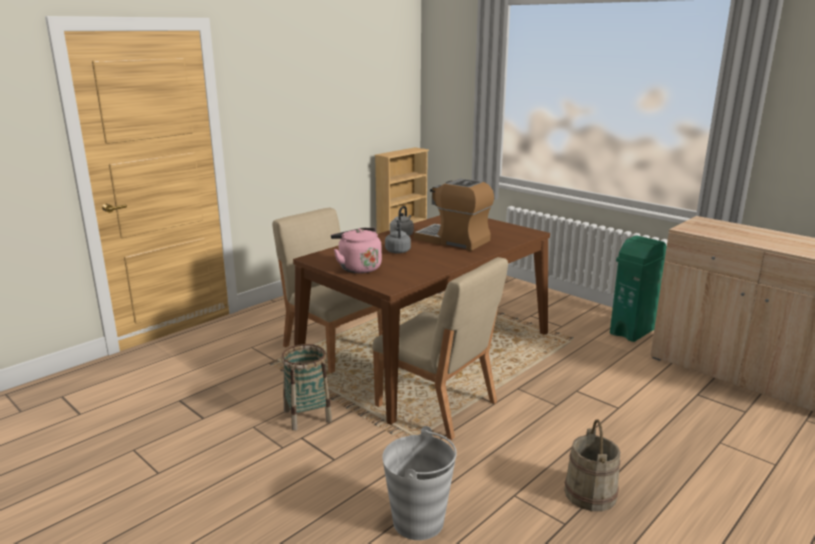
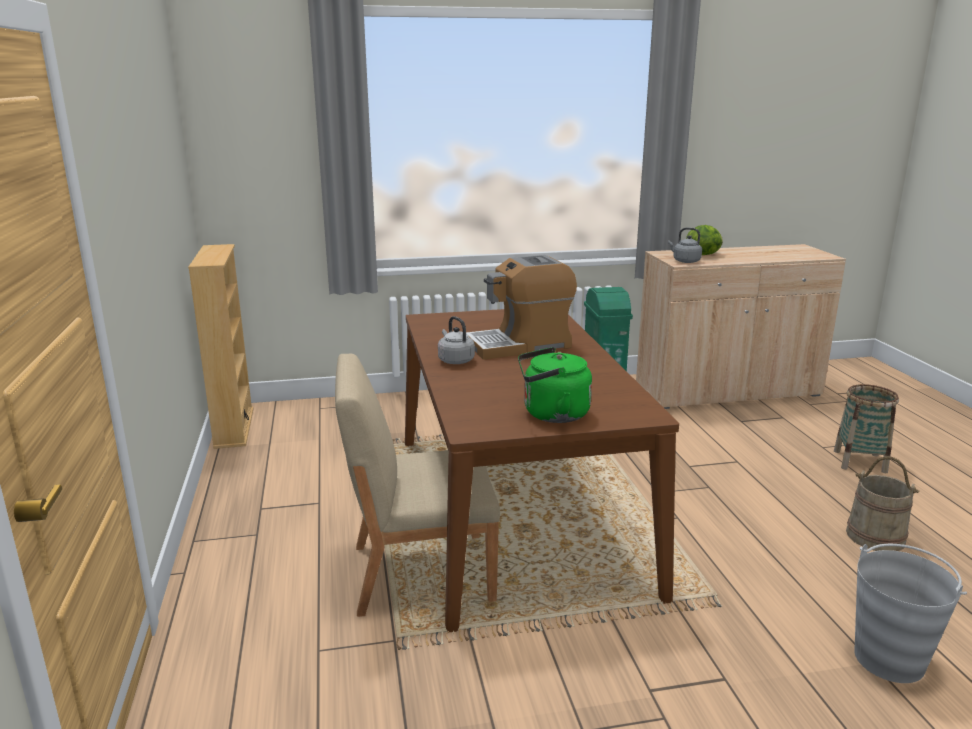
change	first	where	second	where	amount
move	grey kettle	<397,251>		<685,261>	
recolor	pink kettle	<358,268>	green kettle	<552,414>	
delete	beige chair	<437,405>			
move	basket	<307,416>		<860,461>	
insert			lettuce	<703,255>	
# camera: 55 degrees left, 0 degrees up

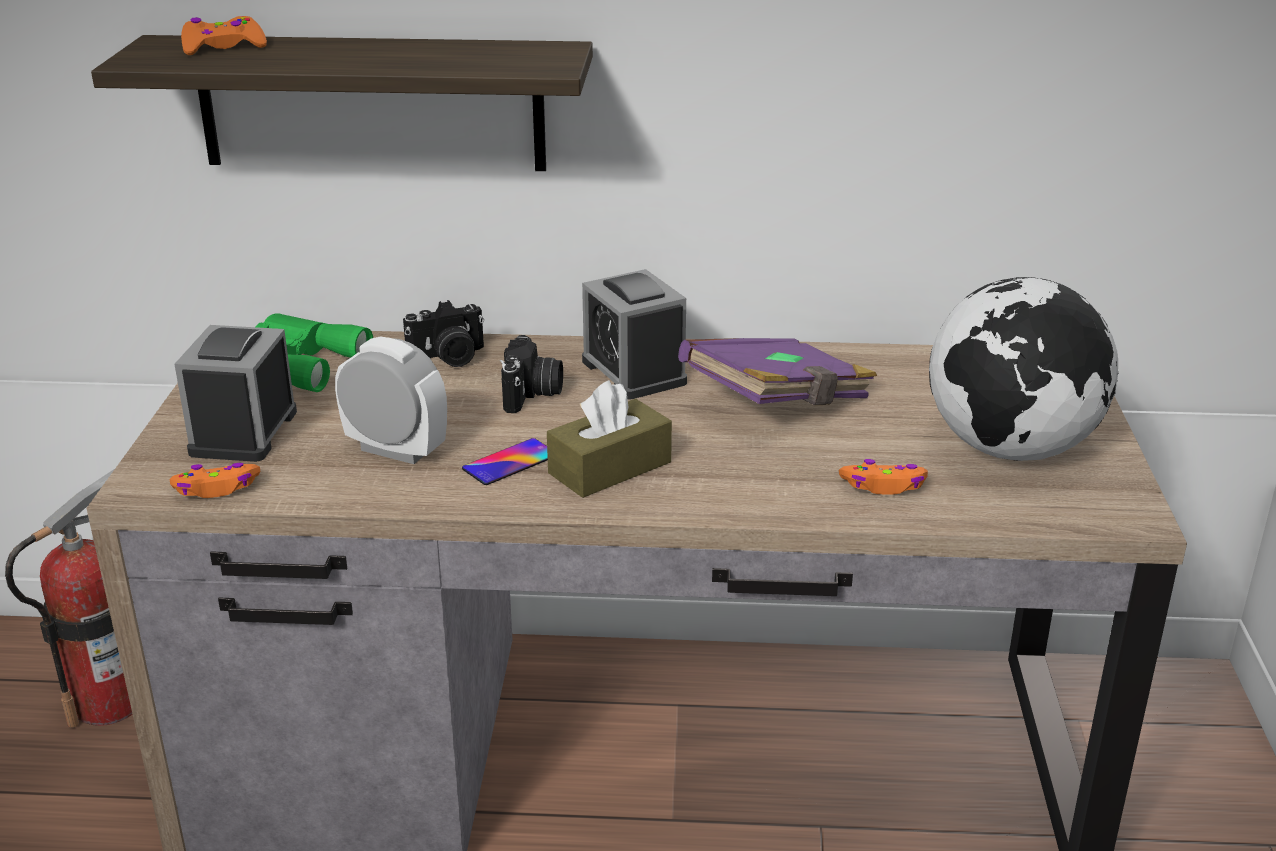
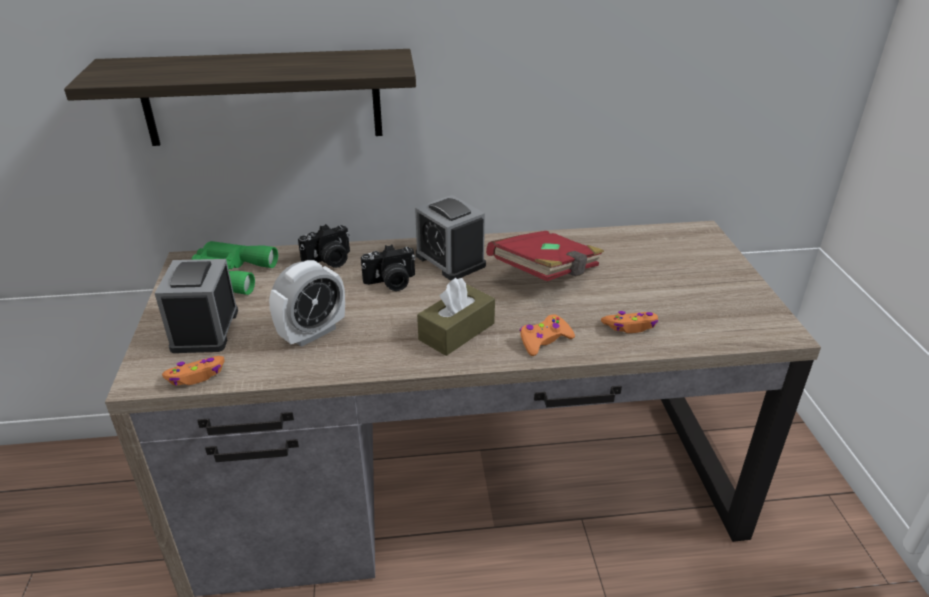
change	first	where	second	where	amount
move	orange game controller	<223,47>		<544,340>	
delete	globe	<1011,449>			
rotate	photo camera	<532,395>		<391,283>	75 degrees clockwise
rotate	alarm clock	<395,450>		<312,333>	120 degrees clockwise
recolor	purple book	<779,403>	red book	<546,274>	
delete	phone	<510,462>			
delete	fire extinguisher	<109,702>			
# camera: 10 degrees left, 5 degrees up

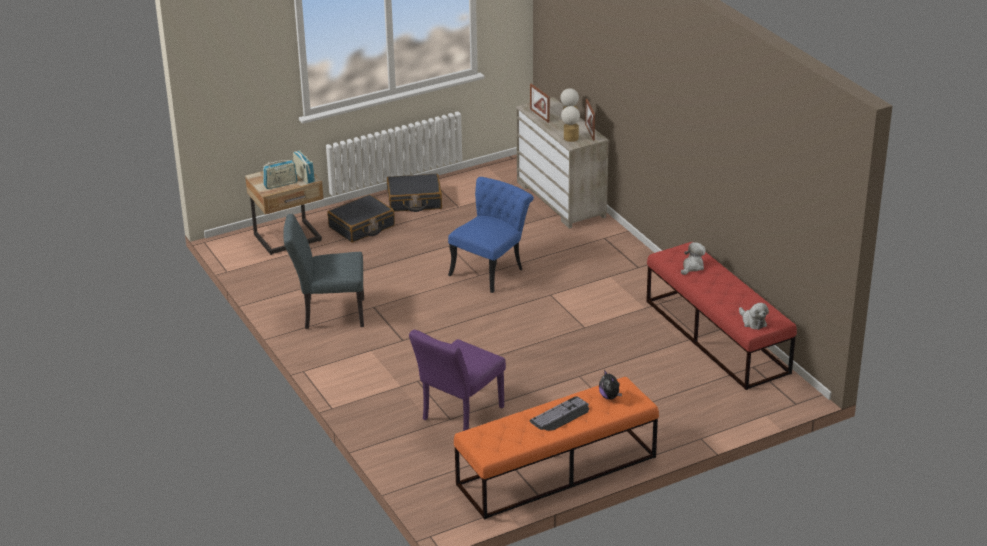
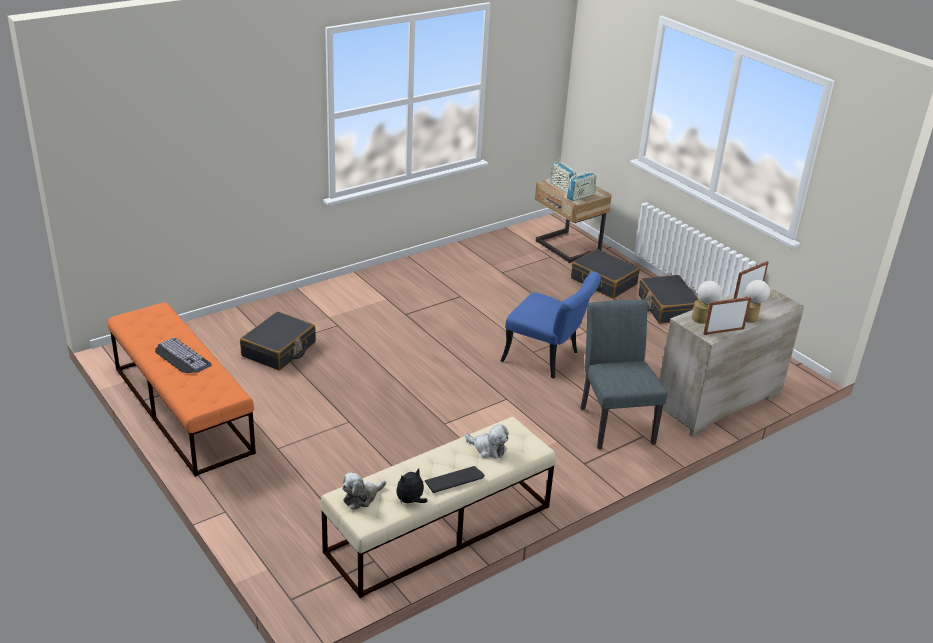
change	first	where	second	where	amount
move	grey chair	<328,314>		<614,421>	
recolor	red bench	<717,337>	beige bench	<439,529>	
replace	purple chair	<458,416>	black suitcase	<279,350>	
move	plush toy	<610,397>		<410,501>	
insert			keyboard	<454,480>	
# camera: 80 degrees right, 0 degrees up

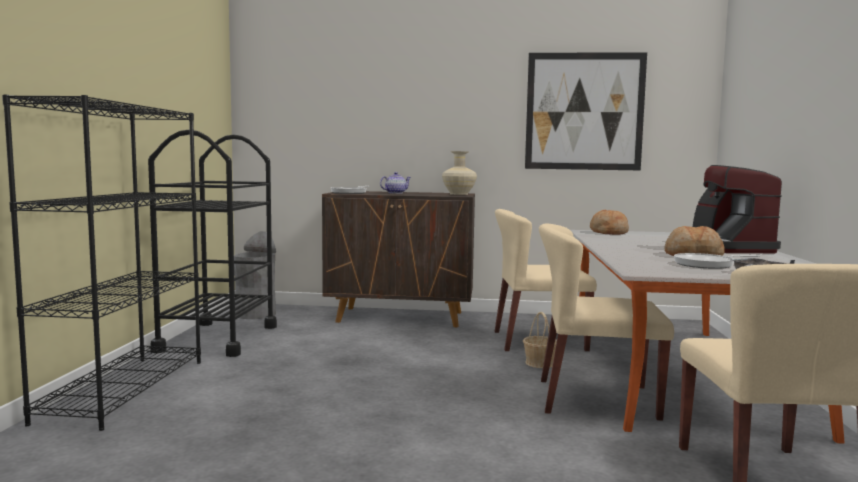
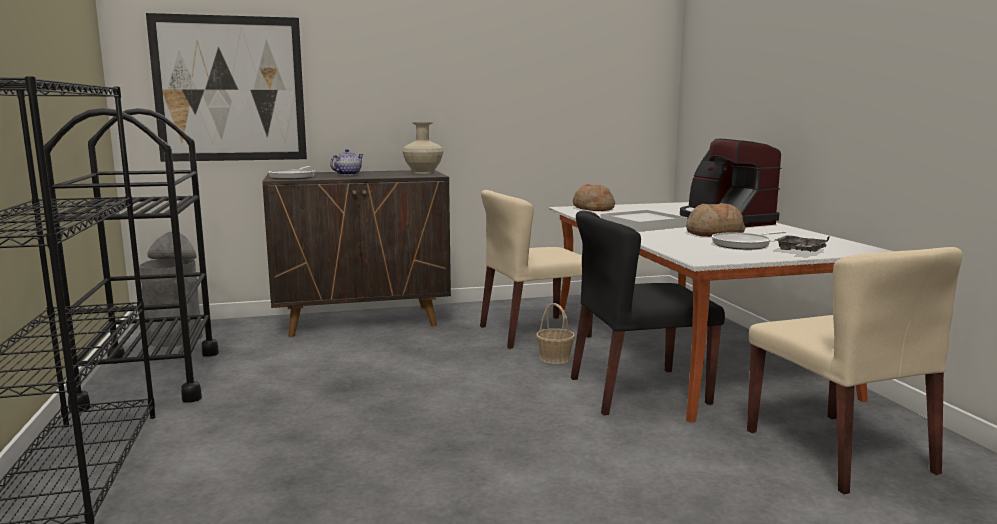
change	first	where	second	where	amount
move	picture	<584,111>		<230,89>	
recolor	beige chair	<595,399>	black chair	<637,391>	
insert			white tray	<642,224>	
# camera: 20 degrees left, 5 degrees up

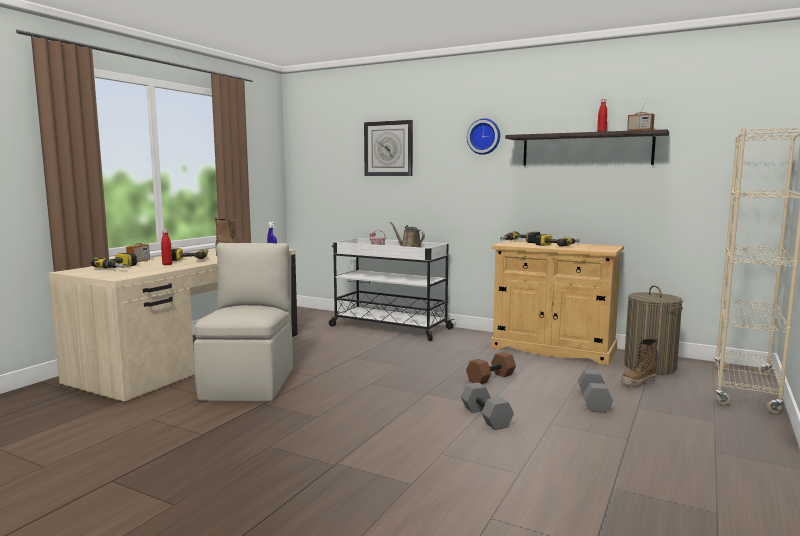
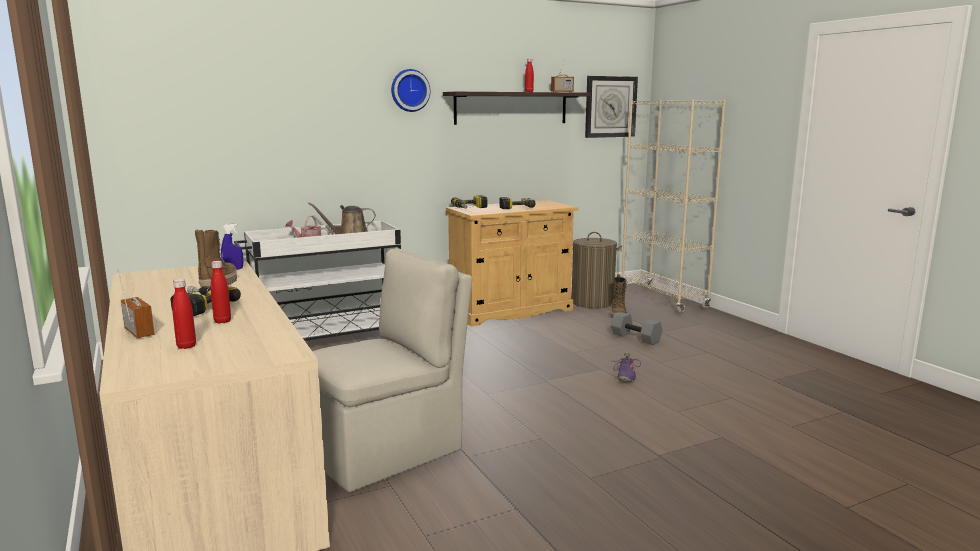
change	first	where	second	where	amount
move	wall clock	<388,148>		<610,107>	
rotate	beige chair	<250,383>		<387,450>	105 degrees clockwise
replace	power drill	<121,268>	red bottle	<186,346>	
delete	brown dumbbell	<490,378>			
replace	grey dumbbell	<487,417>	purple shoe	<625,376>	
# camera: 55 degrees left, 5 degrees up

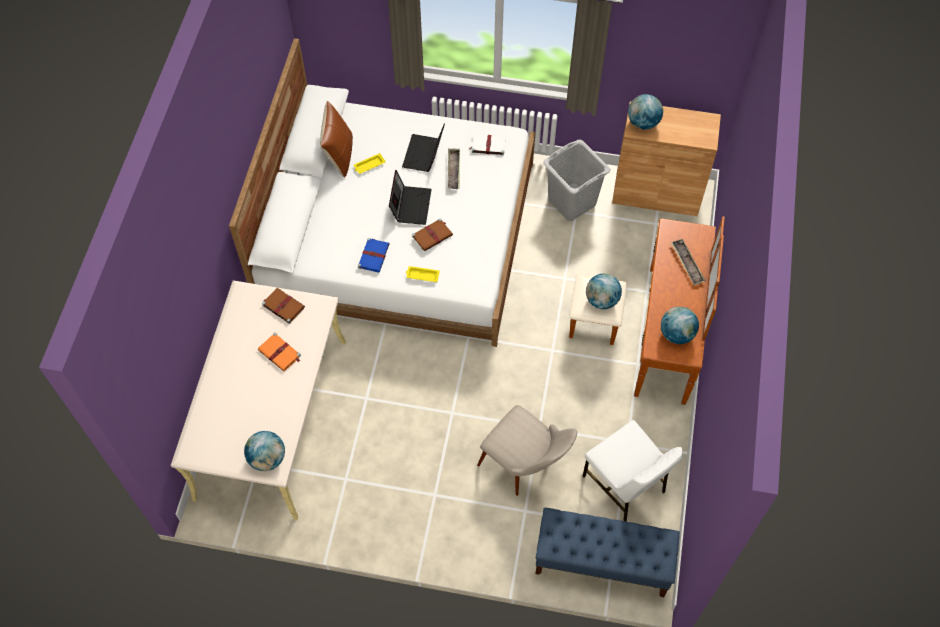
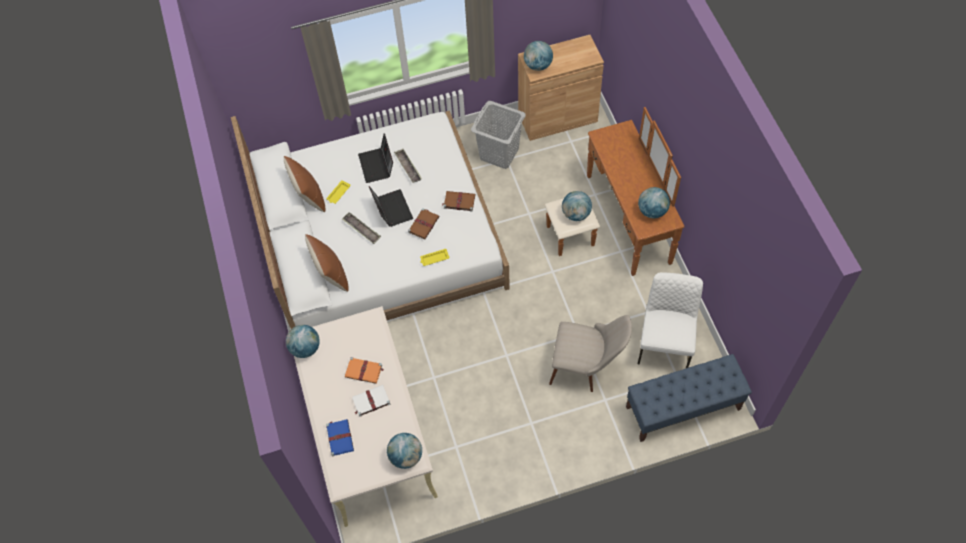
change	first	where	second	where	amount
move	white book	<488,145>		<370,401>	
move	blue book	<373,255>		<339,437>	
move	tray	<687,264>		<361,229>	
move	brown book	<283,306>		<458,201>	
rotate	white chair	<625,484>		<665,343>	105 degrees counterclockwise
insert			brown pillow	<331,274>	
insert			globe	<305,348>	
# camera: 25 degrees left, 0 degrees up

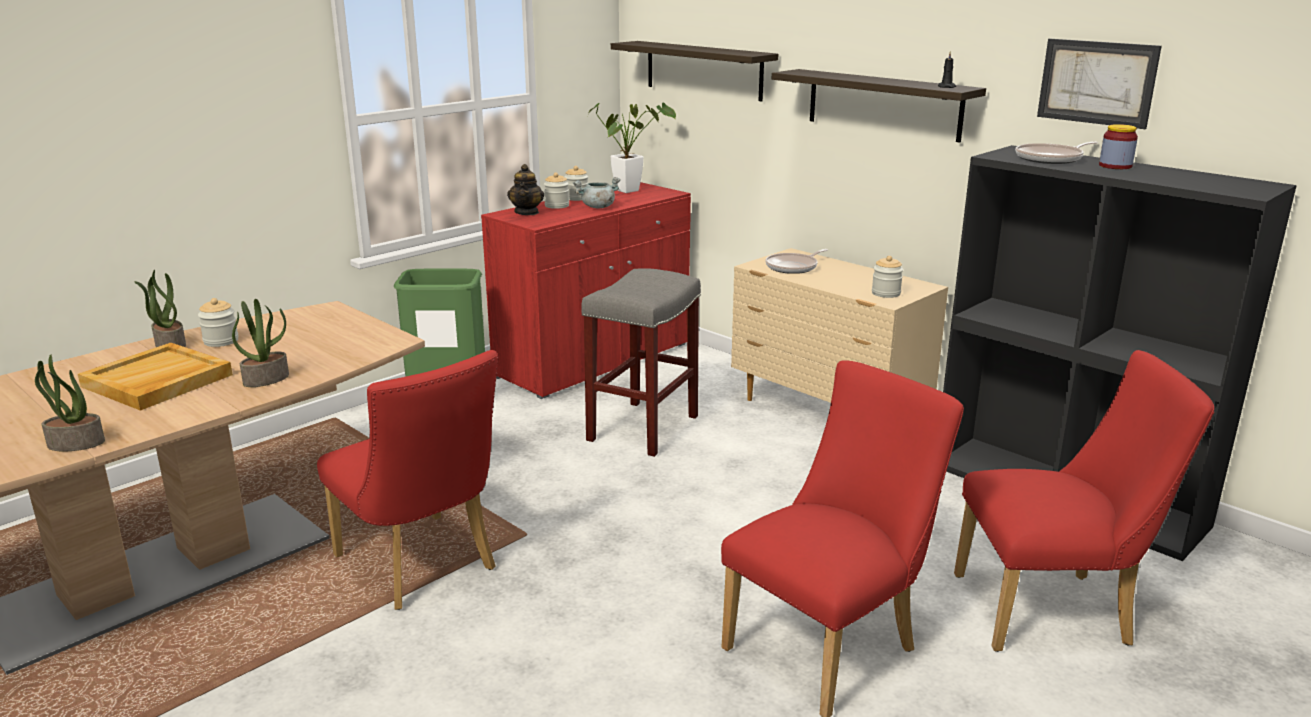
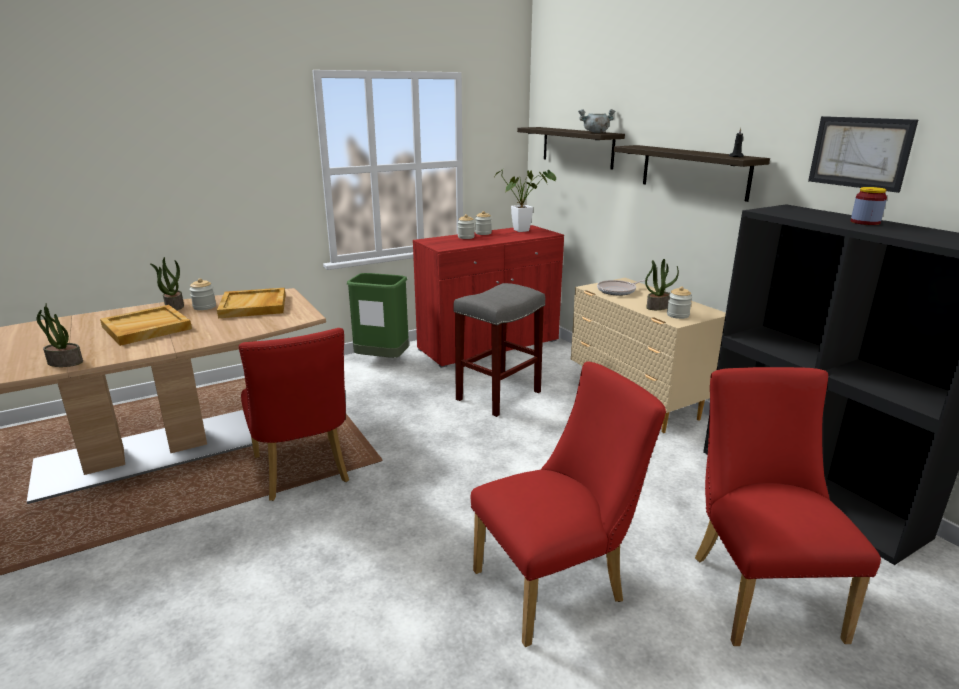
change	first	where	second	where	amount
delete	frying pan	<1051,159>			
delete	teapot	<527,212>			
move	grey cooking pot	<598,207>		<595,132>	
move	potted plant	<266,379>		<657,307>	
rotate	red chair	<1054,610>		<758,589>	105 degrees counterclockwise
insert			beige tray	<254,306>	
# camera: 15 degrees right, 0 degrees up

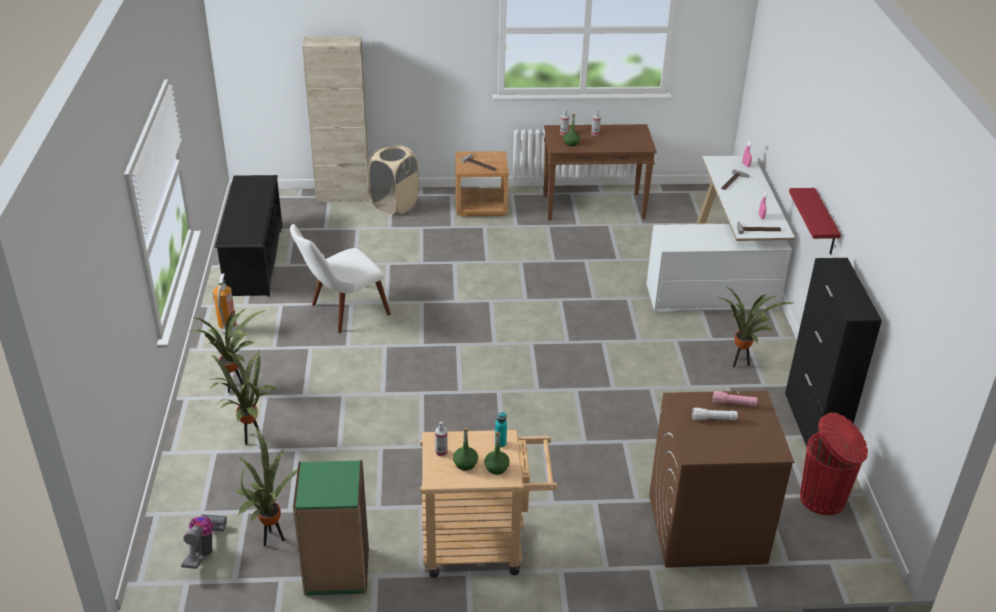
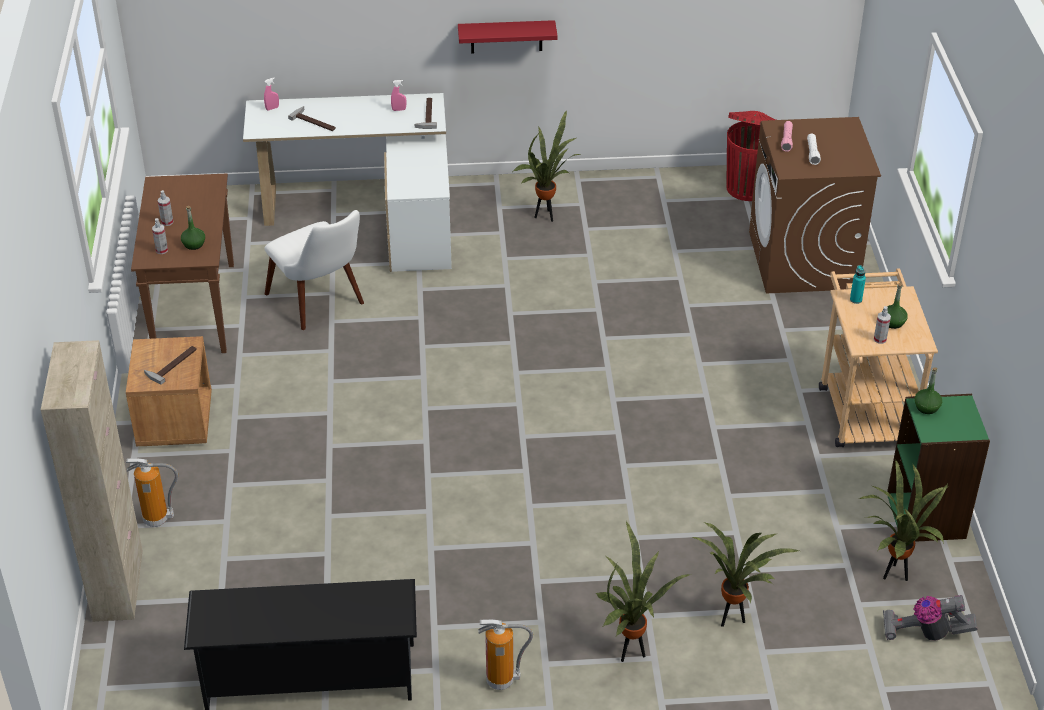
change	first	where	second	where	amount
replace	beige laundry basket	<394,205>	fire extinguisher	<157,519>	
move	white chair	<341,312>		<322,304>	
delete	black cabinet	<813,425>			
move	green bottle	<496,468>		<926,407>	
# camera: 90 degrees left, 5 degrees up

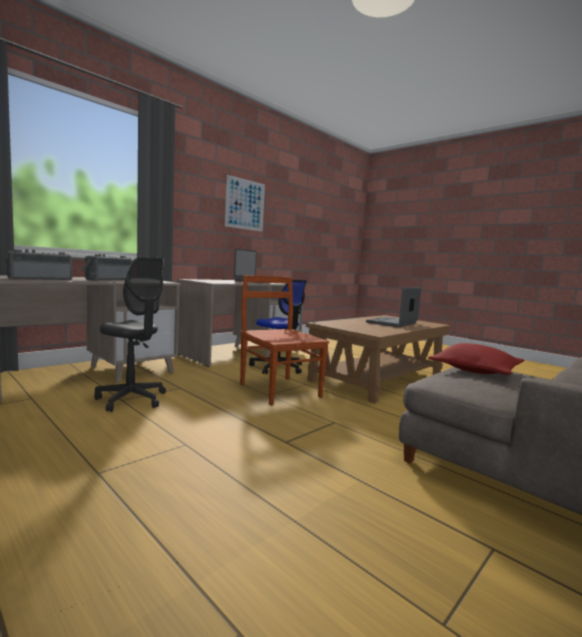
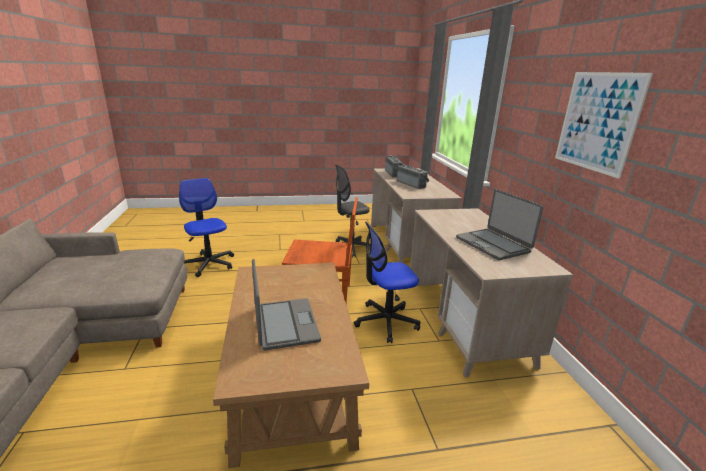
change	first	where	second	where	amount
delete	red pillow	<475,370>			
insert			office chair	<209,264>	
# camera: 125 degrees right, 15 degrees up

